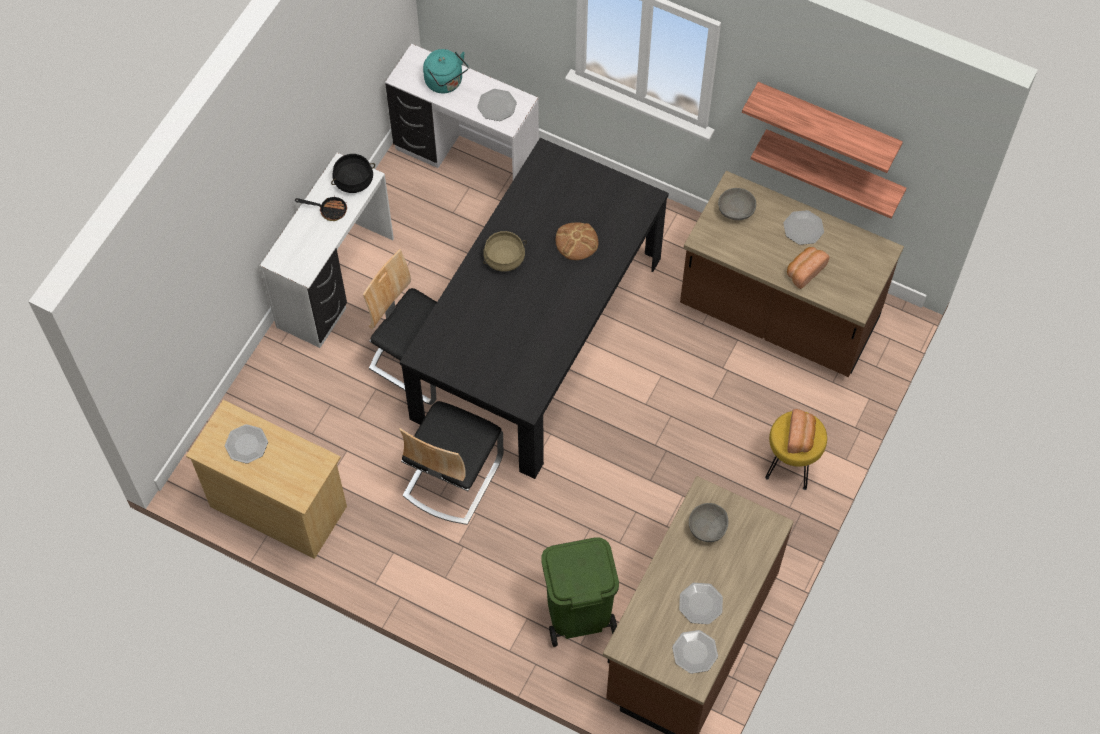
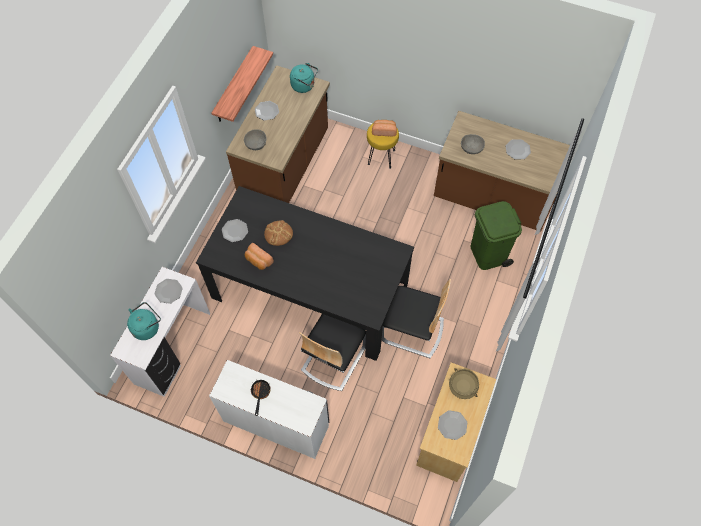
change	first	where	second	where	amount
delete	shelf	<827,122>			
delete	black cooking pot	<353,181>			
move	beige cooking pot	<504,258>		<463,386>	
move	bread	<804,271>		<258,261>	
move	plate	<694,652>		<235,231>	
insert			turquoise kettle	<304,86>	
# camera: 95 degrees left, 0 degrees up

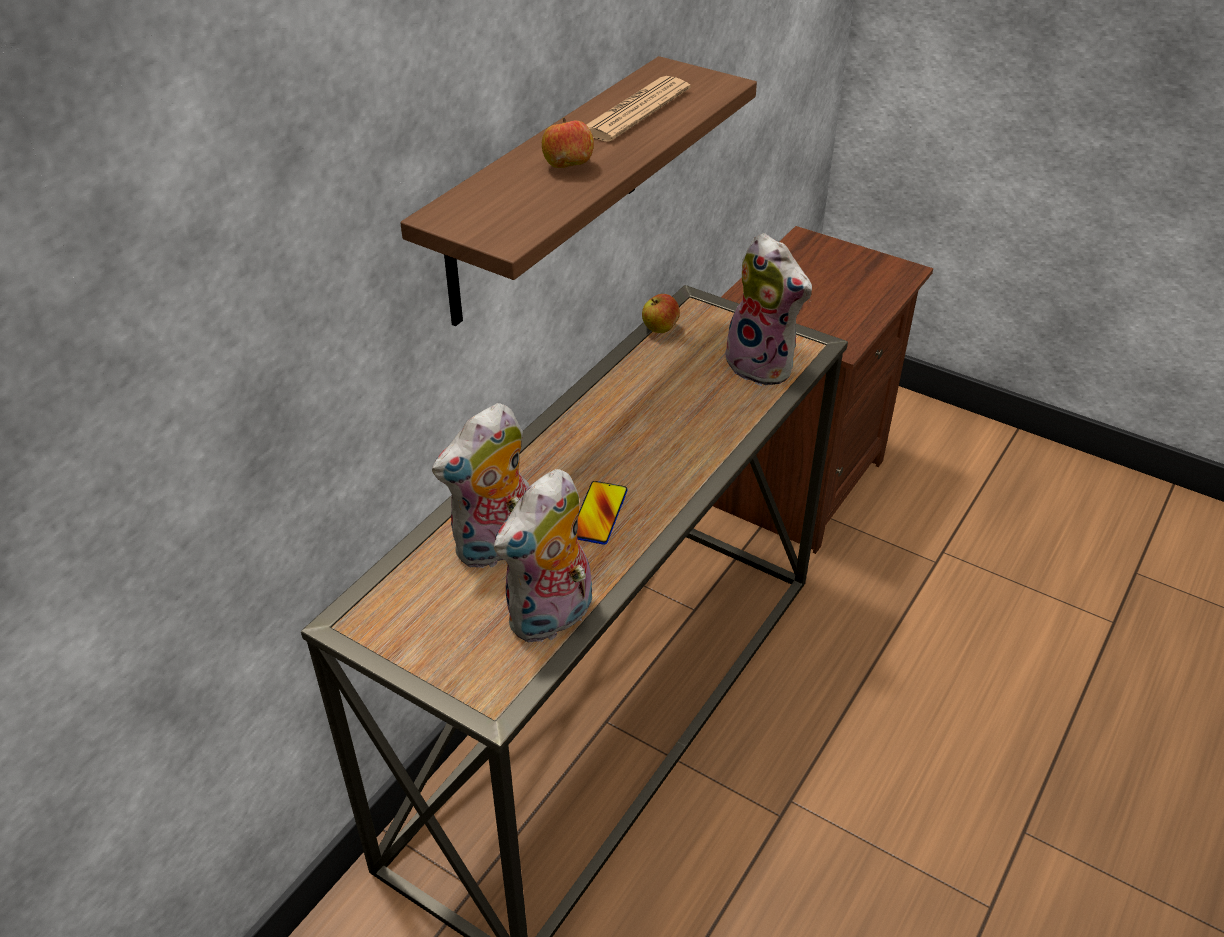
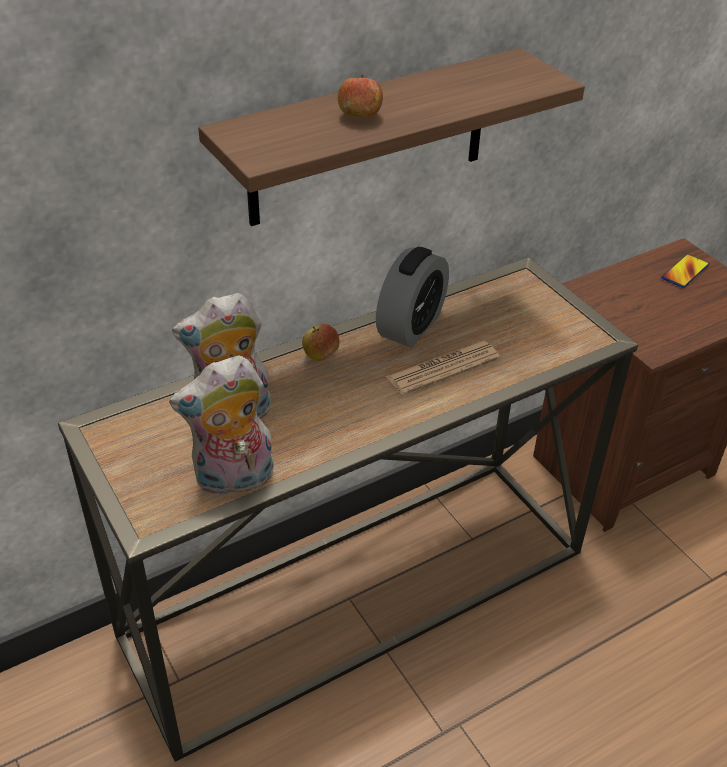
change	first	where	second	where	amount
move	newspaper	<634,111>		<443,368>	
delete	plush toy	<764,365>			
move	apple	<660,328>		<320,356>	
move	phone	<599,514>		<685,272>	
insert			alarm clock	<411,326>	
# camera: 25 degrees right, 0 degrees up

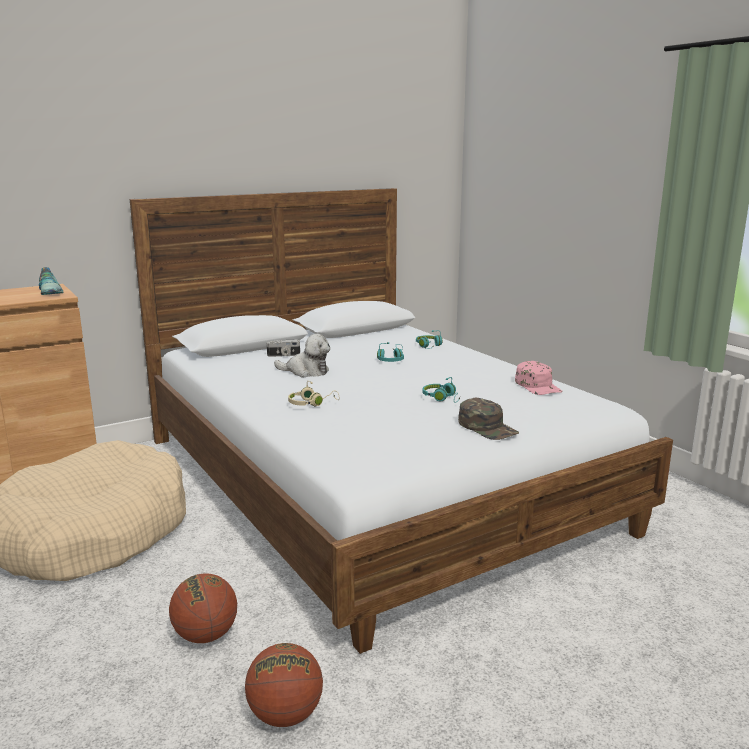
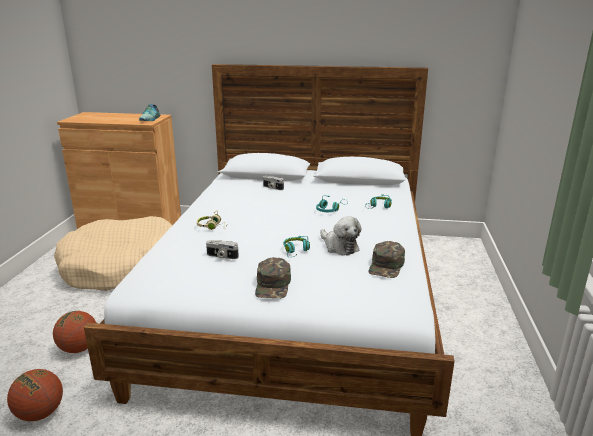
change	first	where	second	where	amount
move	plush toy	<306,371>		<339,247>	
recolor	pink cap	<538,386>	green cap	<386,266>	
insert			photo camera	<222,256>	
# camera: 40 degrees right, 5 degrees up

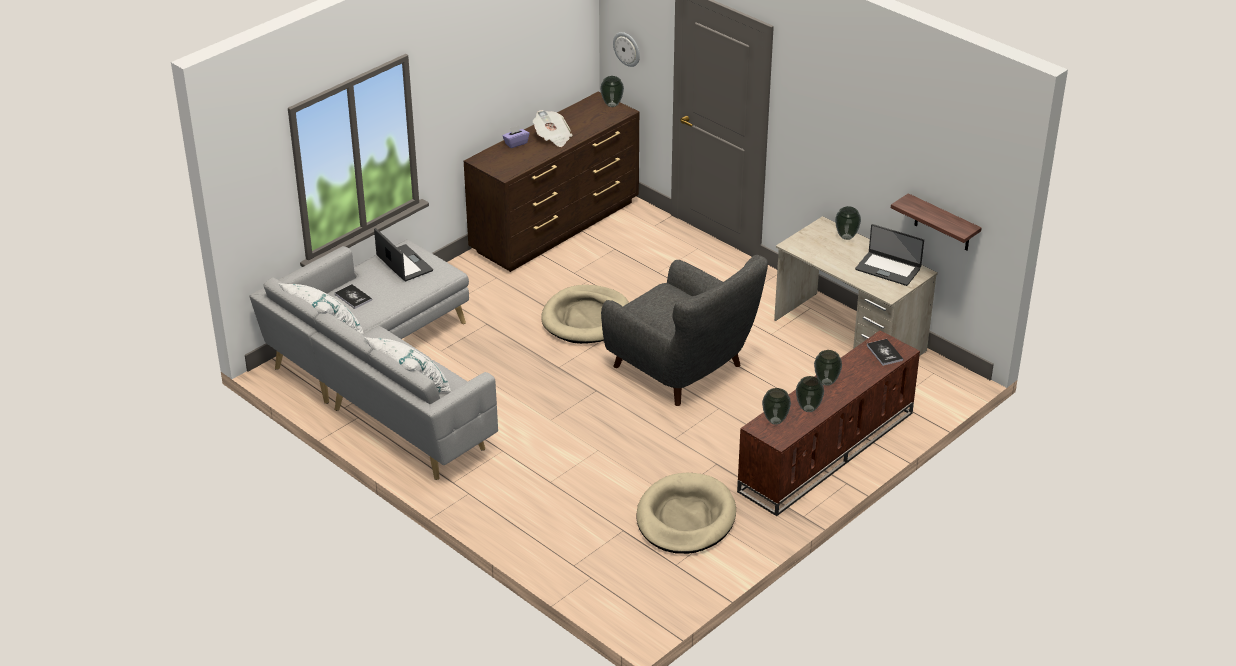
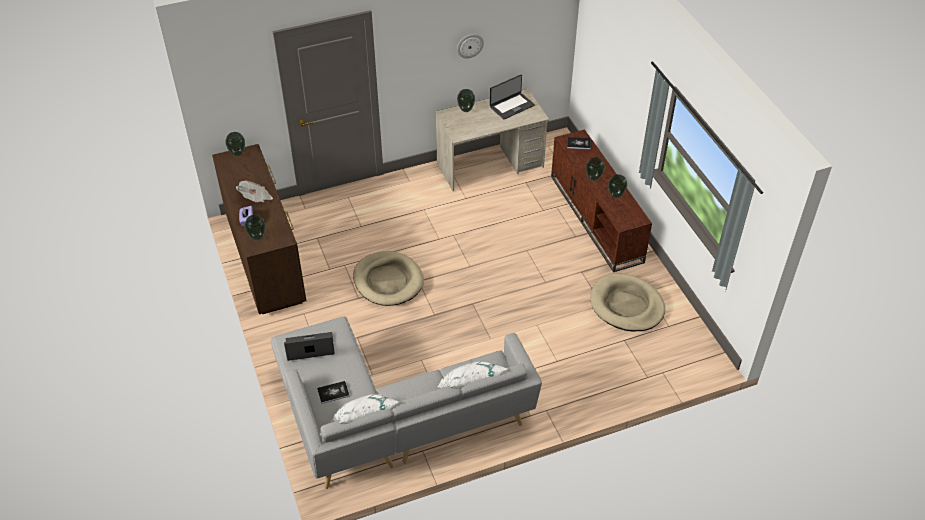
change	first	where	second	where	amount
move	wall clock	<627,49>		<470,45>	
delete	shelf	<942,223>			
delete	grey armchair	<682,371>			
move	vase	<774,421>		<257,237>	
# camera: 65 degrees left, 10 degrees up

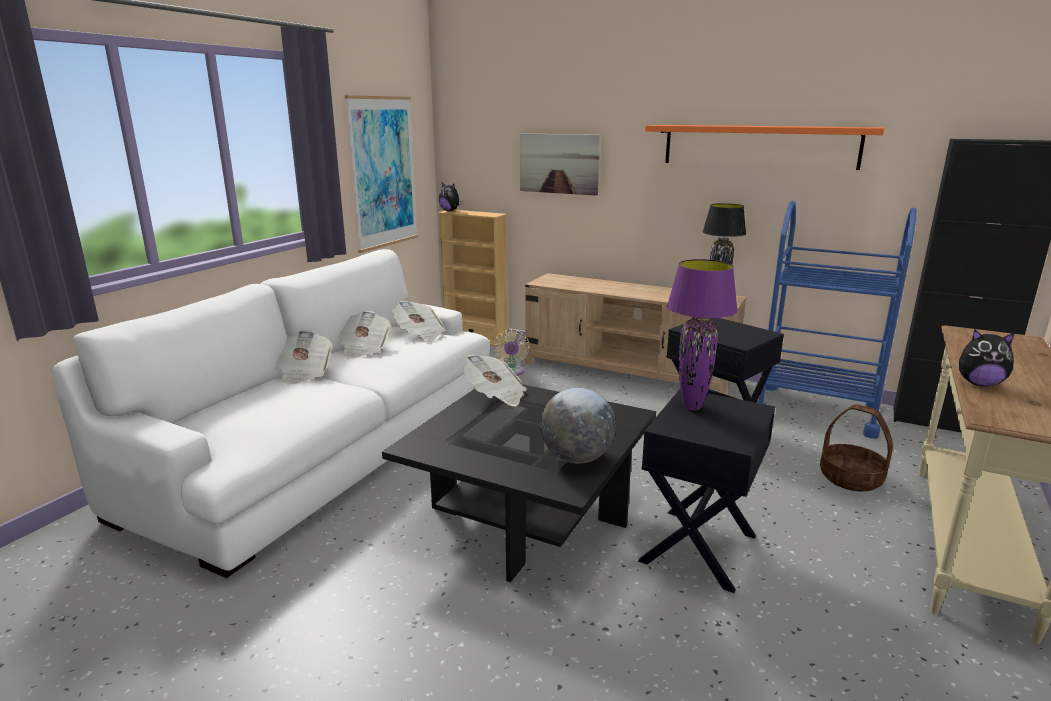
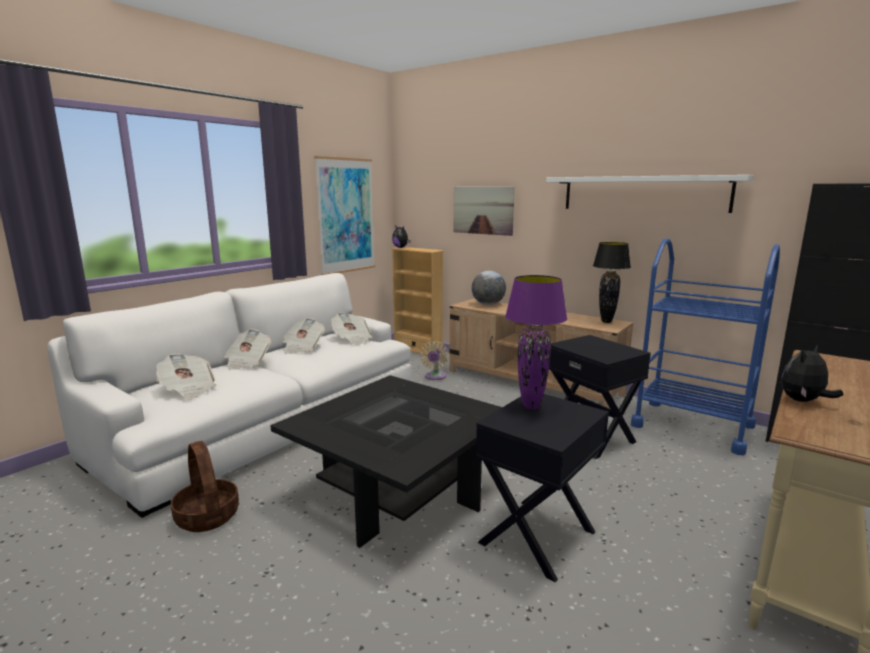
change	first	where	second	where	amount
recolor	orange shelf	<759,146>	white shelf	<643,193>	
rotate	plush toy	<979,384>		<803,401>	120 degrees clockwise
move	newspaper	<495,395>		<188,389>	
move	globe	<576,458>		<488,304>	
move	basket	<851,478>		<208,516>	
# camera: 10 degrees right, 5 degrees down

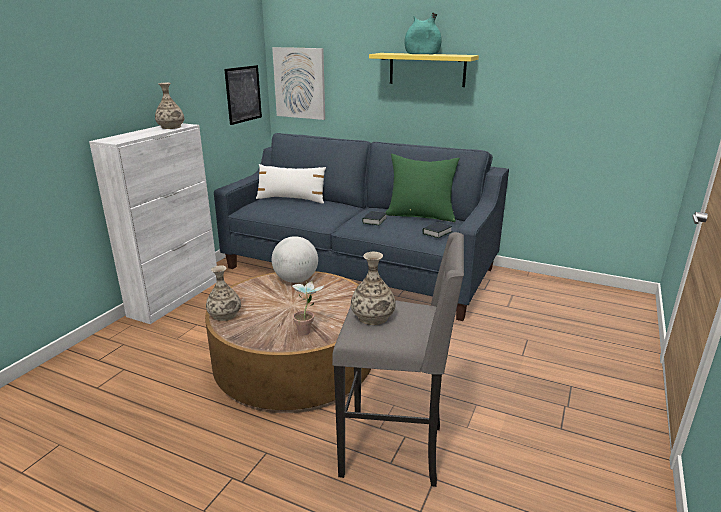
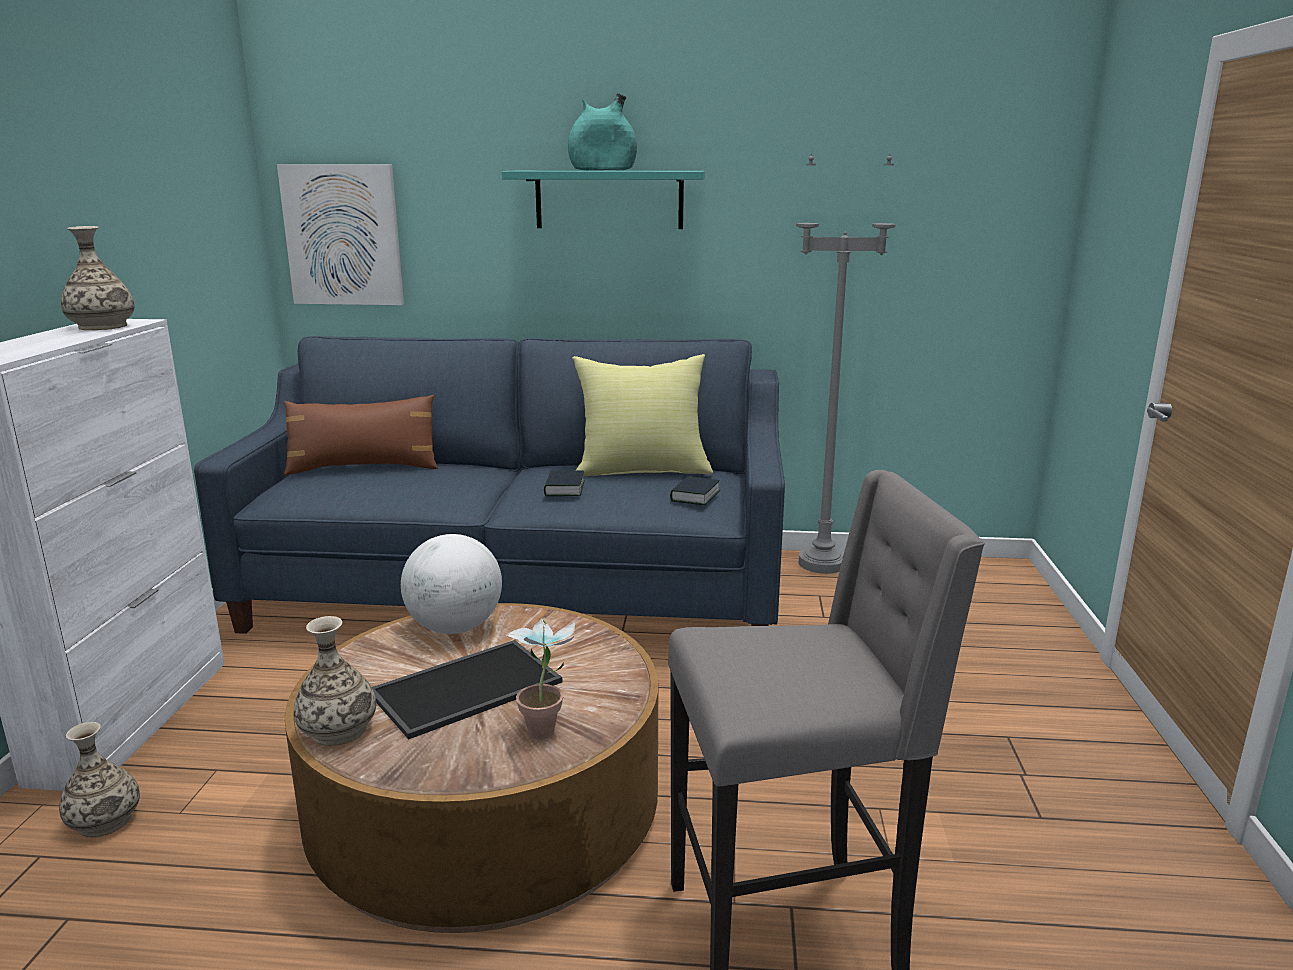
change	first	where	second	where	amount
recolor	yellow shelf	<427,69>	turquoise shelf	<609,199>	
delete	picture	<243,94>			
recolor	green pillow	<421,215>	yellow pillow	<642,469>	
recolor	white pillow	<291,199>	brown pillow	<363,468>	
move	vase	<372,317>		<104,821>	
insert			grey floor lamp	<822,563>	
insert			tray	<466,686>	
# camera: 20 degrees left, 5 degrees down

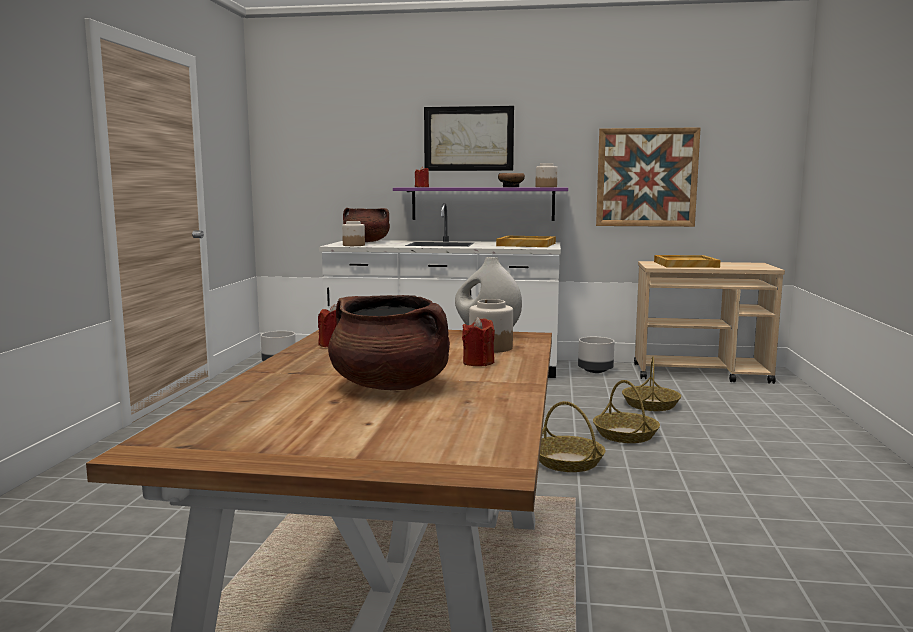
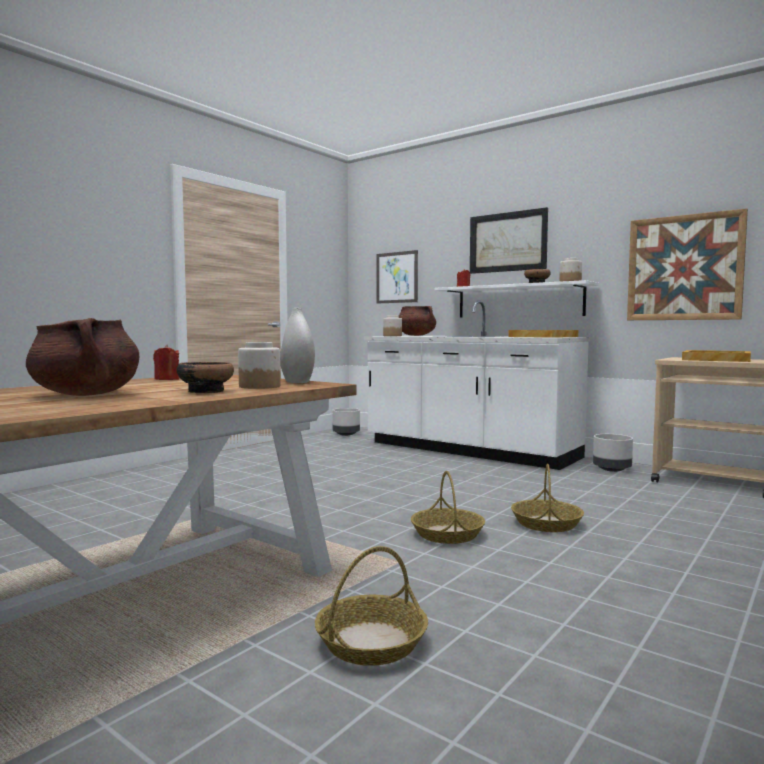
change	first	where	second	where	amount
recolor	purple shelf	<482,203>	white shelf	<519,301>	
replace	red candle	<478,363>	bowl	<206,391>	
move	basket	<651,405>		<371,643>	
insert			picture	<397,277>	
# camera: 30 degrees right, 5 degrees down

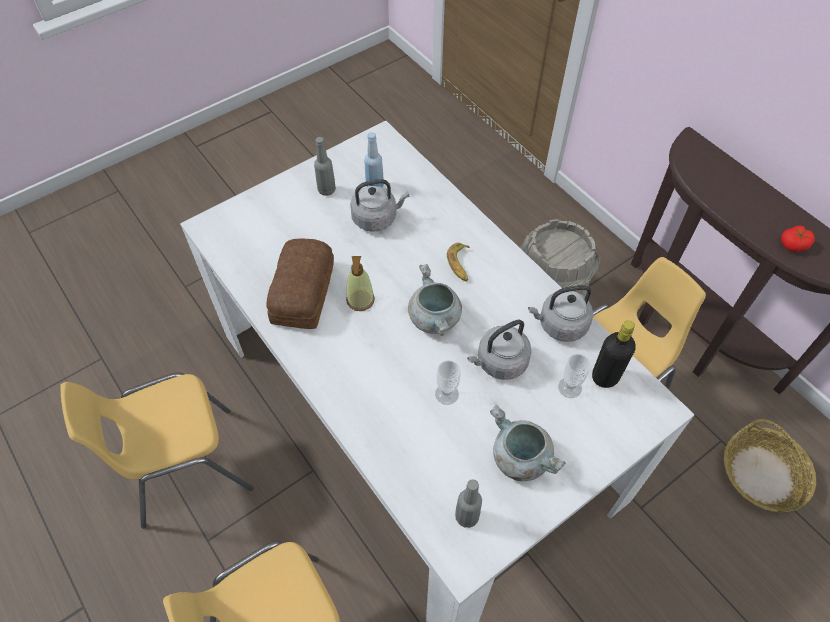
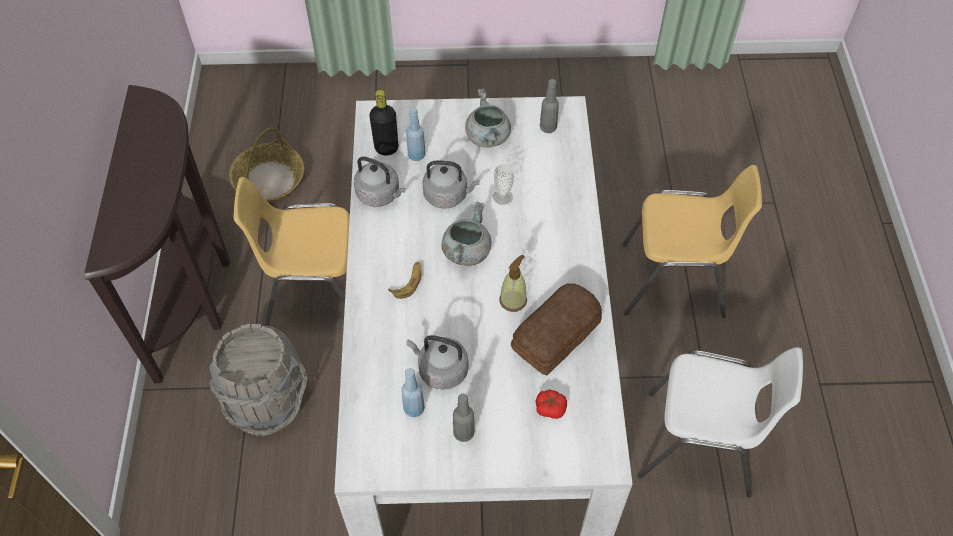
change	first	where	second	where	amount
move	tomato	<794,244>		<550,408>	
replace	cup	<569,387>	blue bottle	<416,155>	
recolor	yellow chair	<186,467>	white chair	<699,446>	
# camera: 145 degrees left, 0 degrees up

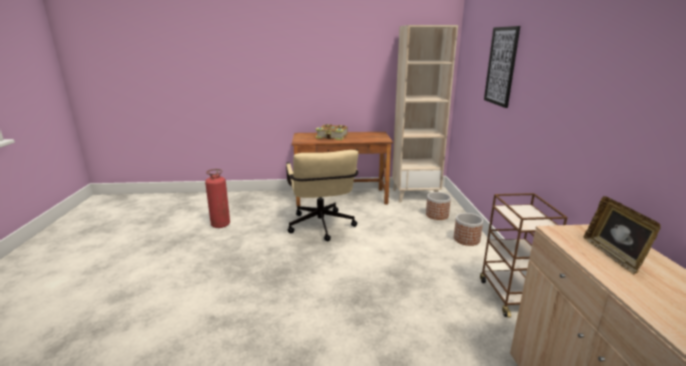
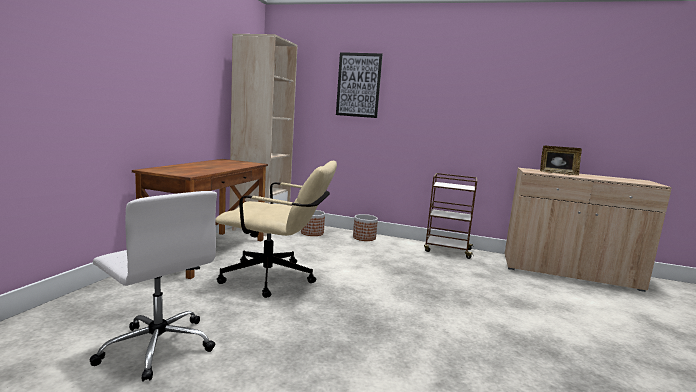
change	first	where	second	where	amount
delete	book	<332,137>			
replace	fire extinguisher	<220,224>	white office chair	<157,346>	
# camera: 70 degrees left, 10 degrees down

